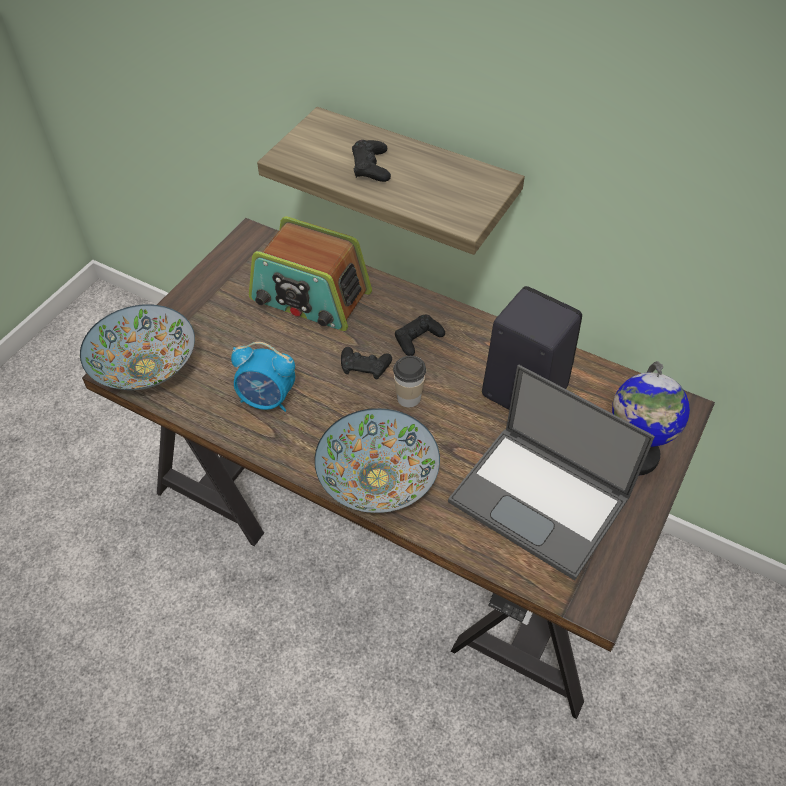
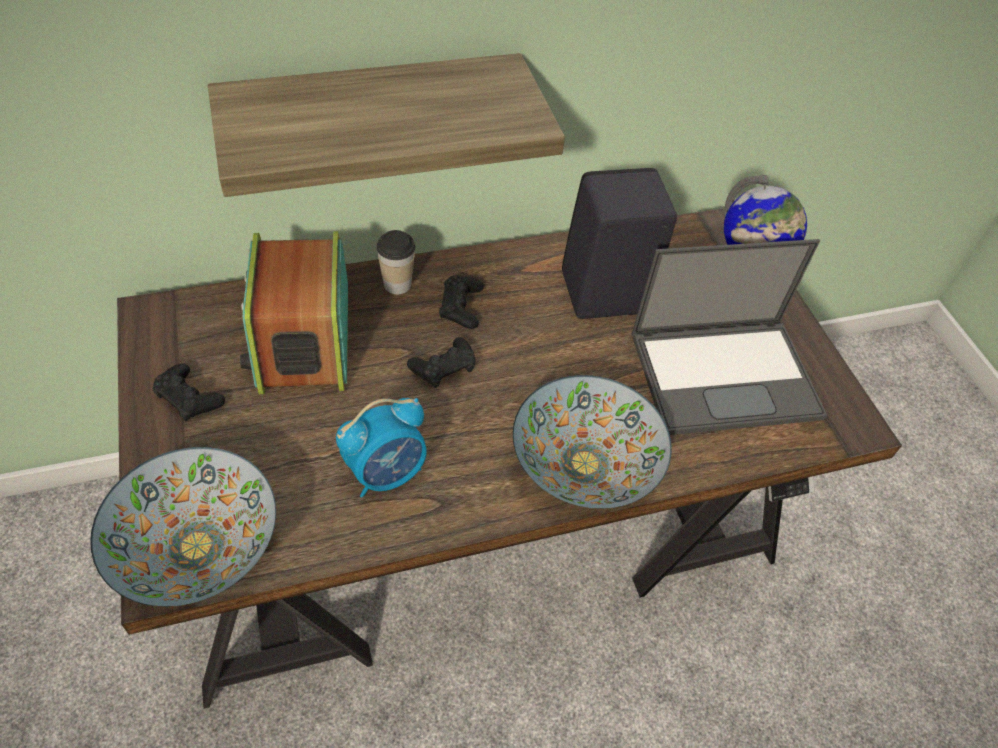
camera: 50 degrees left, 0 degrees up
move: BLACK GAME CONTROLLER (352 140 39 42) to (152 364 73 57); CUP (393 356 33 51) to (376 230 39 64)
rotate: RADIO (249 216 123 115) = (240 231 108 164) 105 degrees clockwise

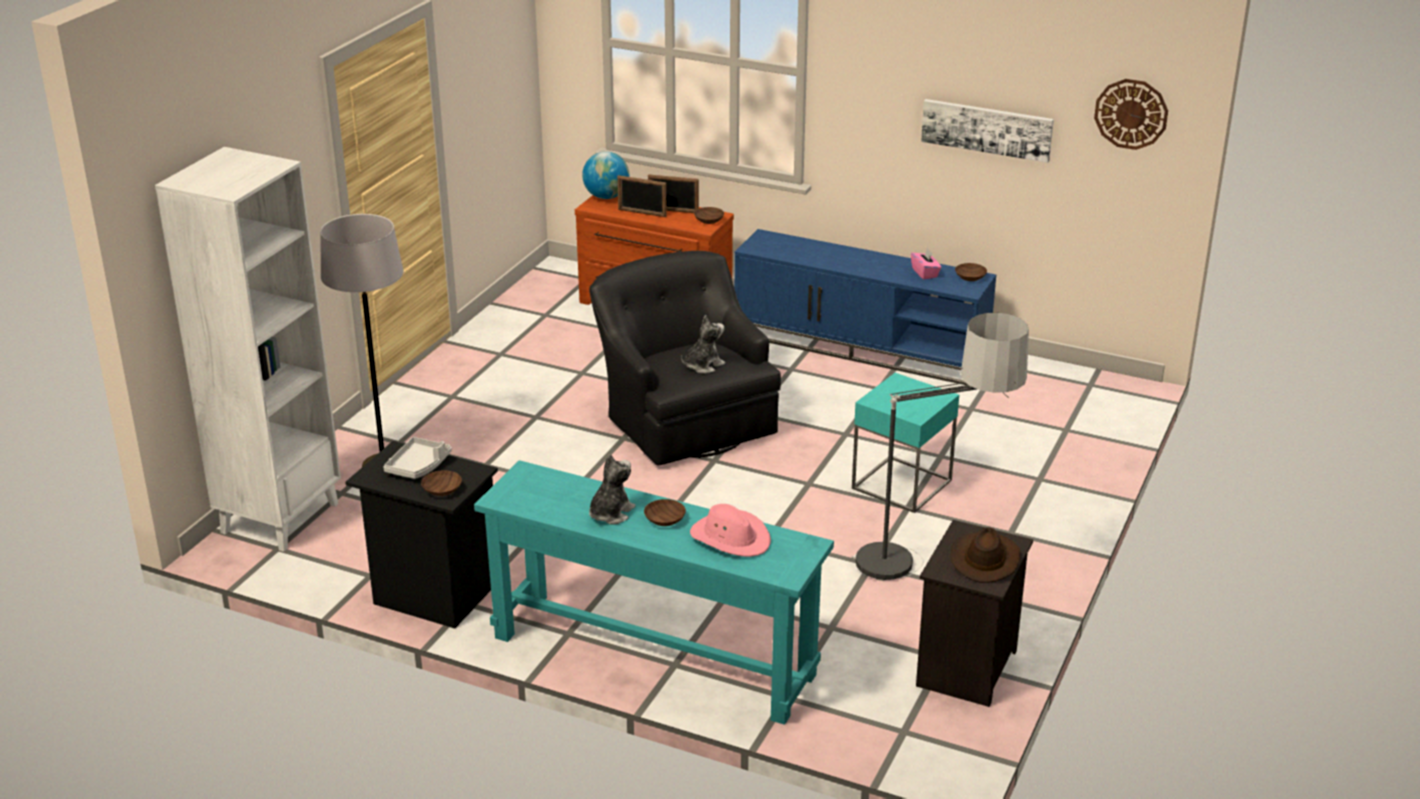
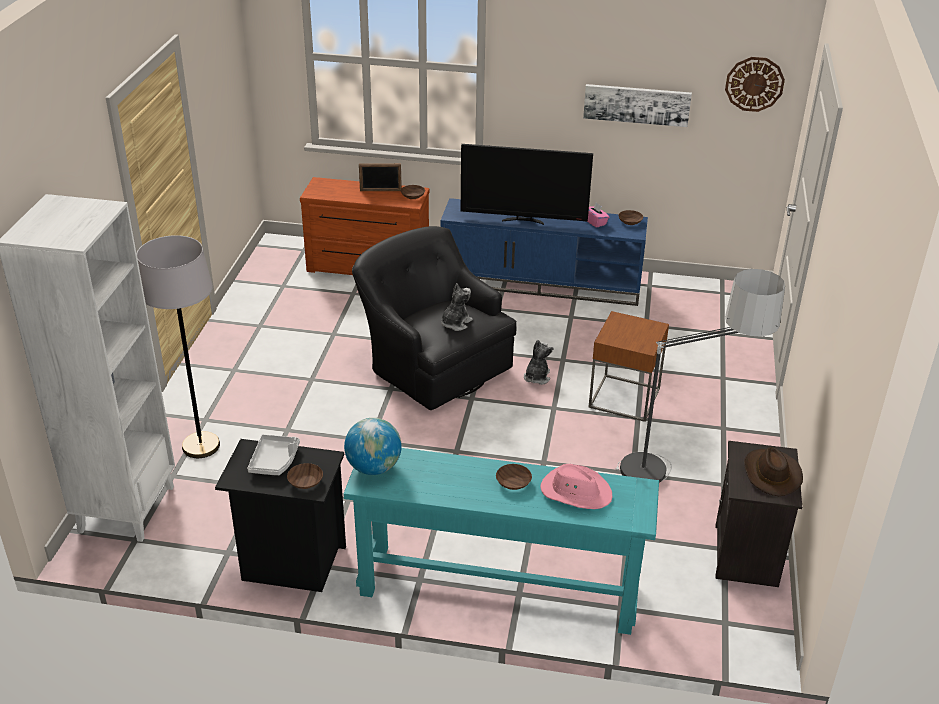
camera: 15 degrees left, 5 degrees up
delete: PICTURE FRAME (617 175 50 42)
insert: TELEVISION (461 144 132 81)
move: GLOBE (582 151 47 48) to (344 418 58 57); PLUSH TOY (589 454 46 71) to (524 340 30 45)
recolor: TURQUOISE SIDE TABLE (852 373 107 140) to BROWN SIDE TABLE (588 311 81 111)

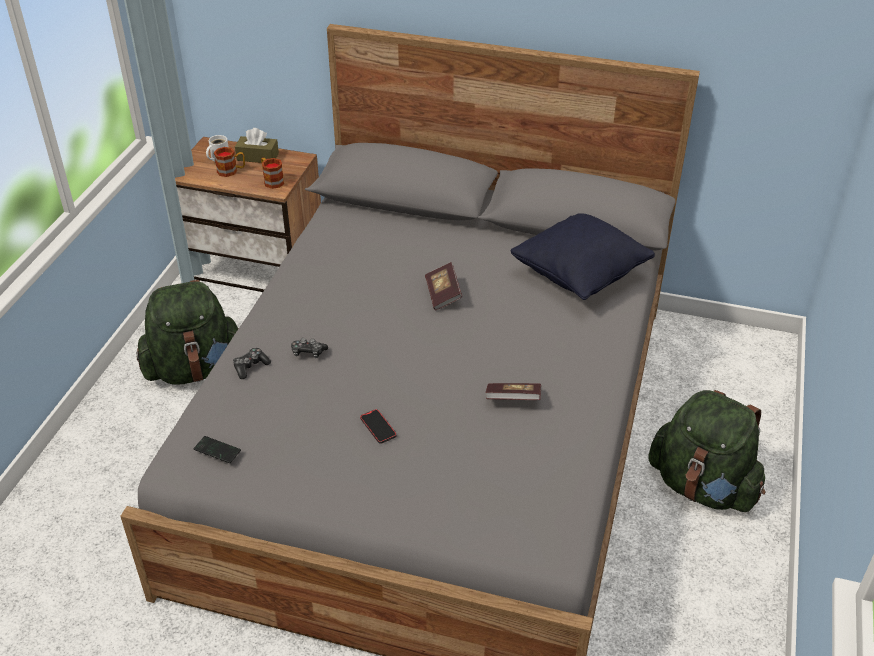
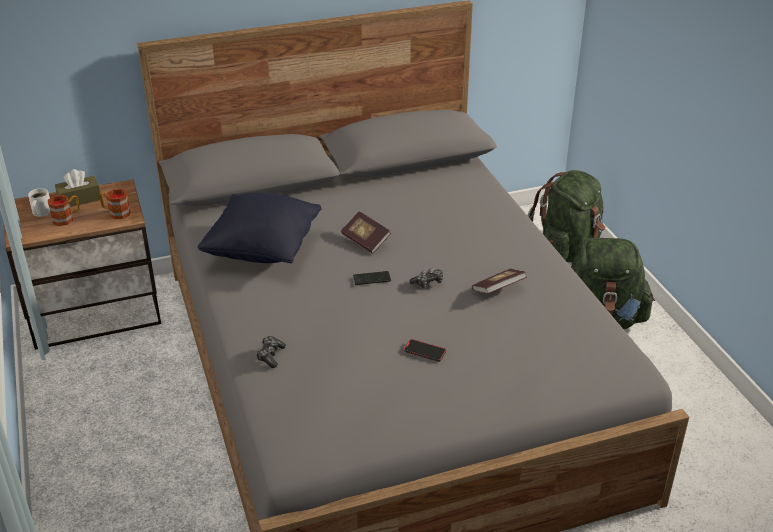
camera: 35 degrees left, 5 degrees down
move: GREEN BACKPACK (136 280 103 105) to (527 170 79 92); PHONE (194 436 47 27) to (353 271 38 14); GAME CONTROLLER (291 338 37 20) to (410 268 33 20); BLACK PILLOW (510 214 145 86) to (198 193 123 70)

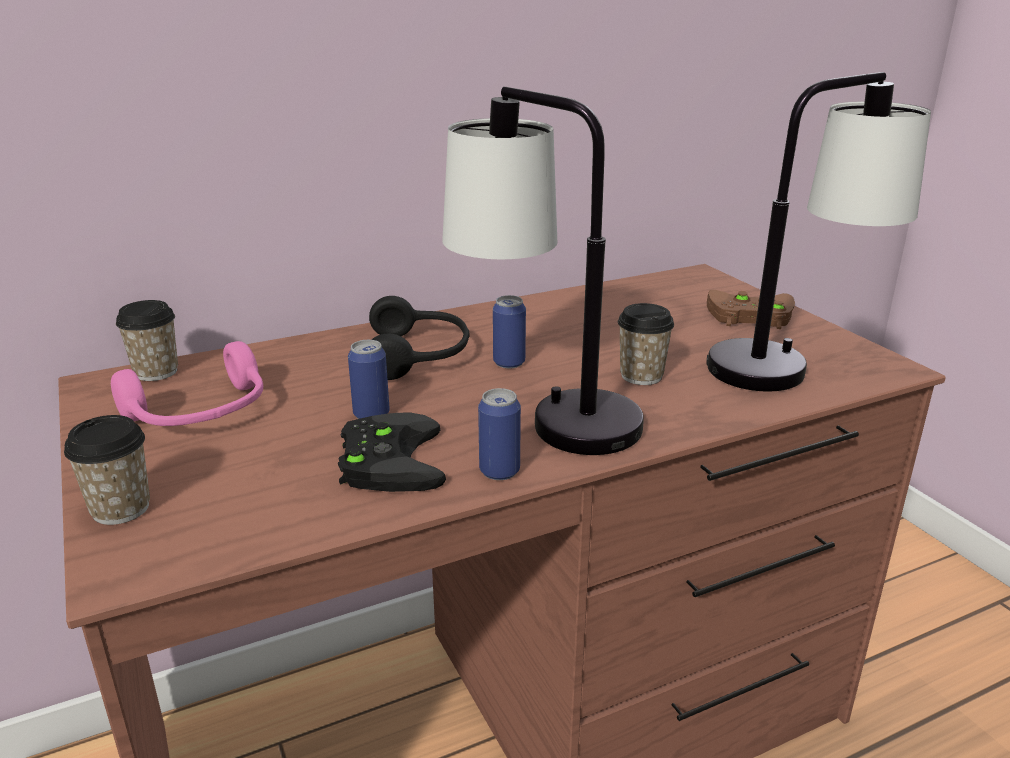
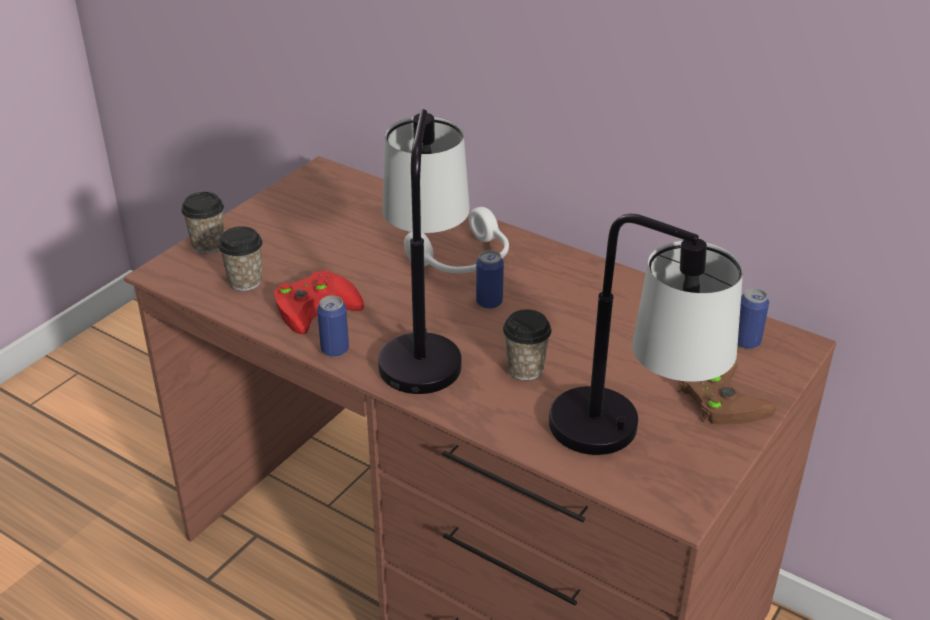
camera: 60 degrees right, 10 degrees up
delete: PINK HEADPHONES (111 341 152 85)
move: CUP (116 300 62 81) to (218 226 45 65); CAN (348 340 42 79) to (738 288 31 61)
recolor: BLACK GAME CONTROLLER (338 413 108 79) to RED GAME CONTROLLER (274 270 90 64); BLACK HEADPHONES (369 296 101 84) to WHITE HEADPHONES (404 207 105 66)

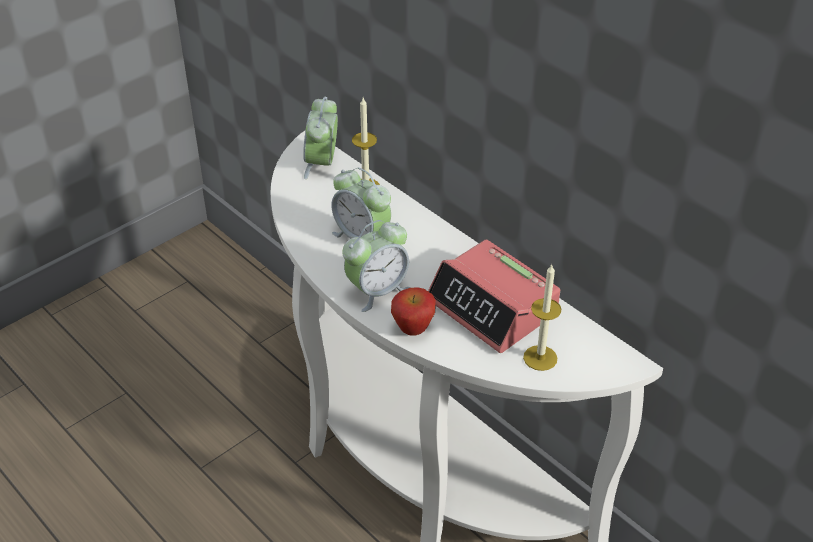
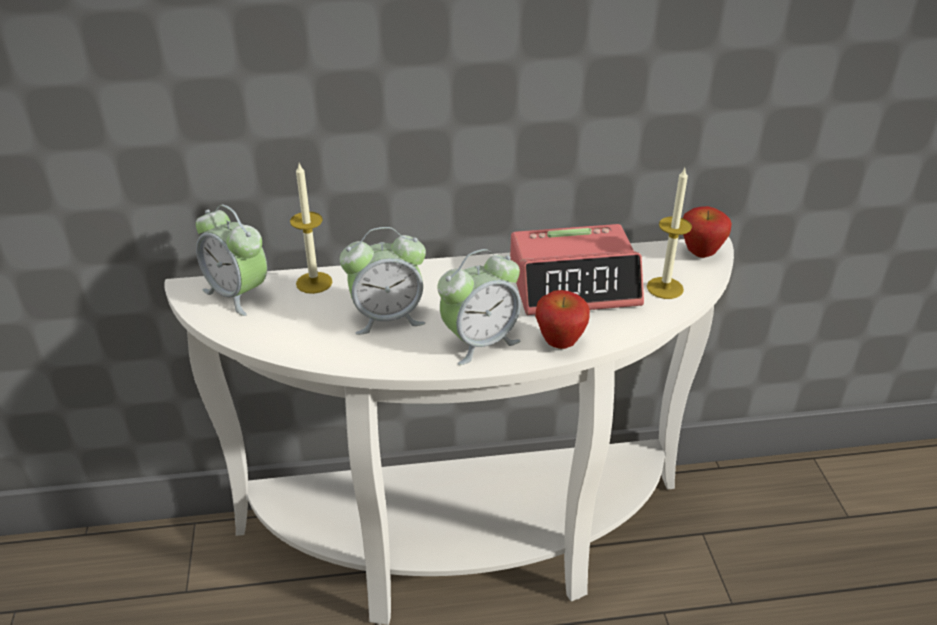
camera: 55 degrees left, 5 degrees down
insert: APPLE (683 206 49 52)
rotate: ALARM CLOCK (342 220 68 92) = (438 249 83 116) 60 degrees clockwise

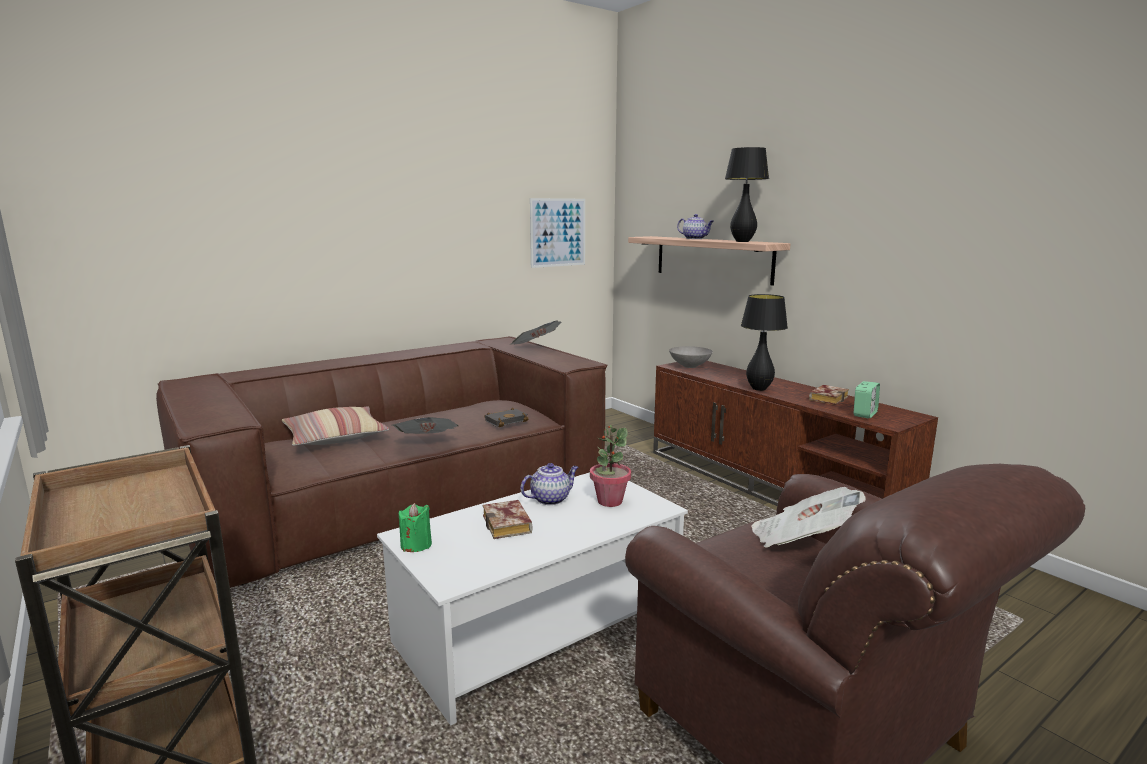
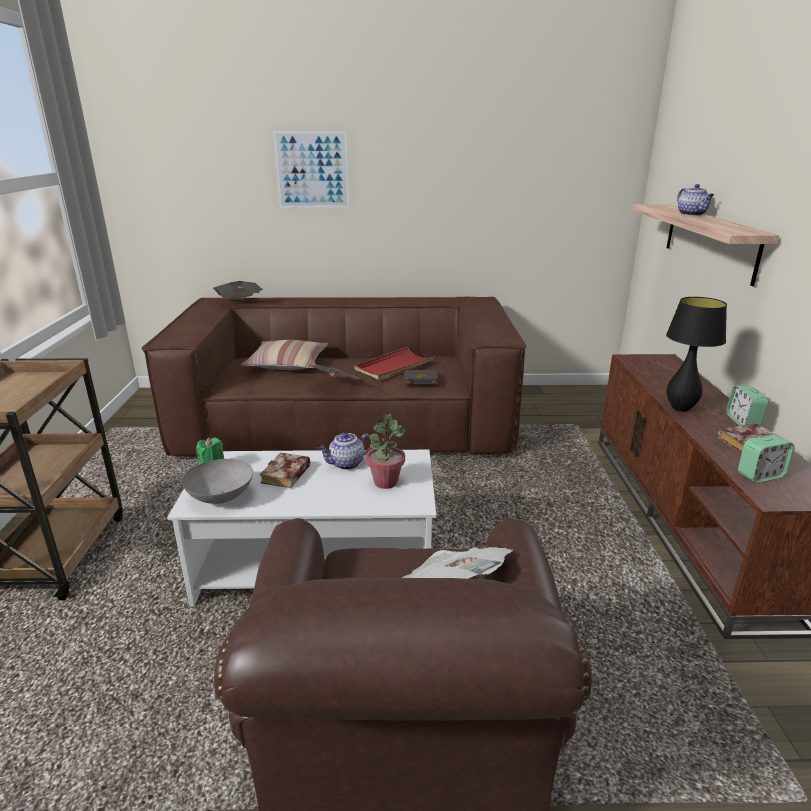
camera: 35 degrees right, 10 degrees up
delete: BLACK TABLE LAMP (725 147 44 95)
insert: RED TRAY (354 346 82 35); ALARM CLOCK (726 386 42 40)
move: NEWSPAPER (510 320 52 25) to (213 281 49 17); PICTURE (530 198 55 70) to (273 131 77 77); GREY BOWL (669 346 44 22) to (182 459 71 45)
rotate: TEAPOT (521 463 57 42) = (317 432 55 38) 150 degrees clockwise

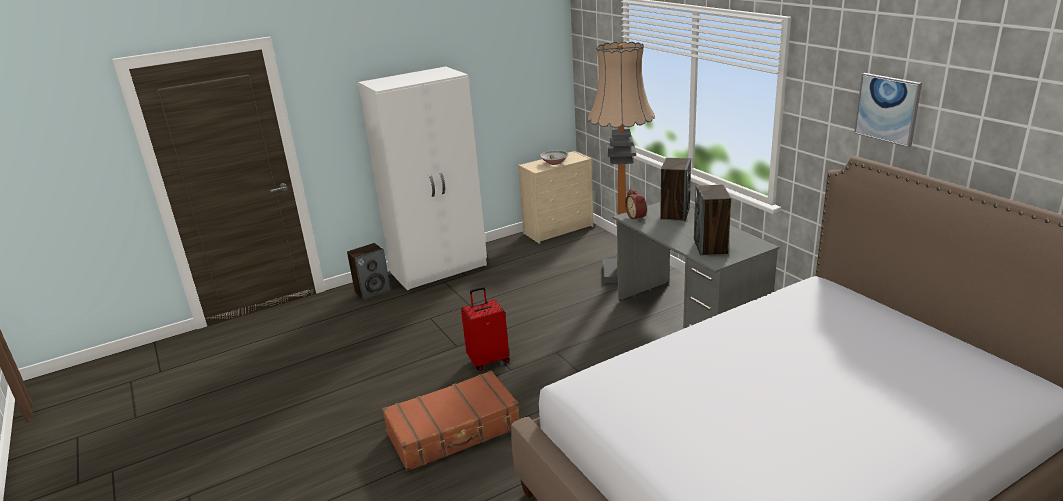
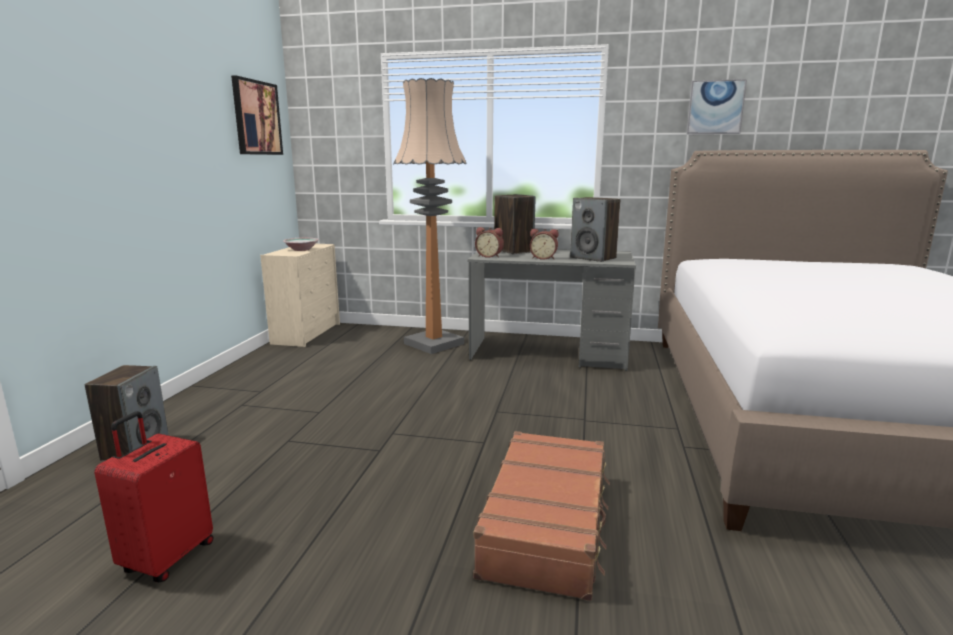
camera: 50 degrees left, 10 degrees down
delete: WHITE WARDROBE (358 66 129 224)
insert: PICTURE (231 76 52 79); ALARM CLOCK (530 229 29 31)
move: RED SUITCASE (461 287 49 83) to (94 411 119 171)

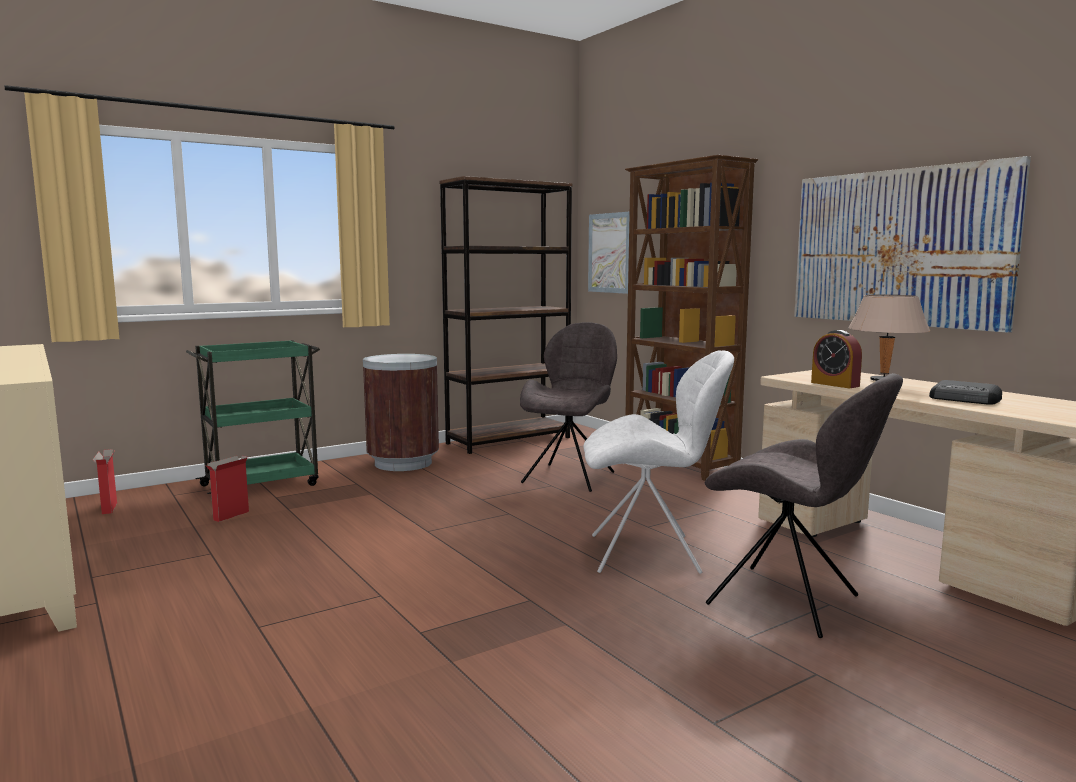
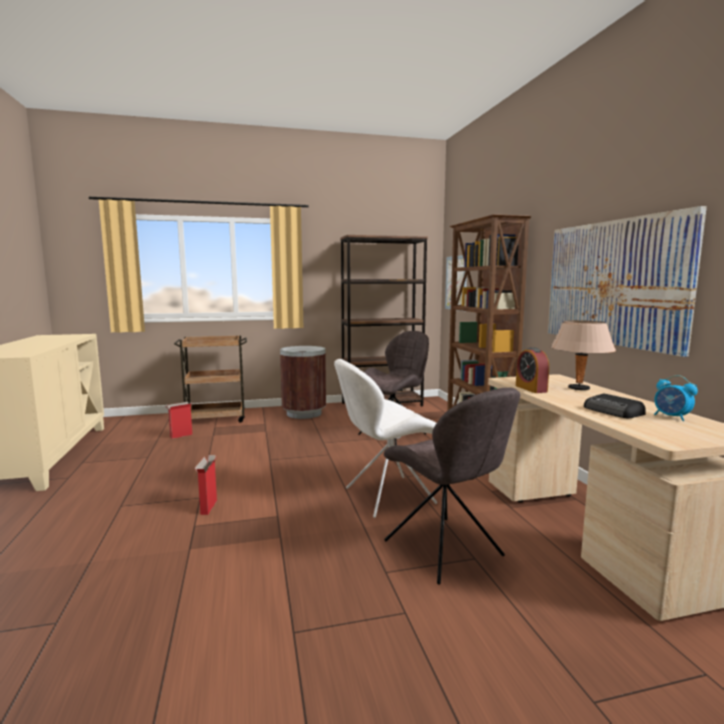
camera: 20 degrees right, 0 degrees up
insert: ALARM CLOCK (654 375 44 46)
move: CARDBOARD BOX (92 449 25 65) to (195 455 22 60)
recolor: GREEN CART (186 340 134 154) to BROWN CART (174 335 73 88)
rotate: WHITE CHAIR (584 350 150 224) = (334 359 103 159) 135 degrees clockwise

